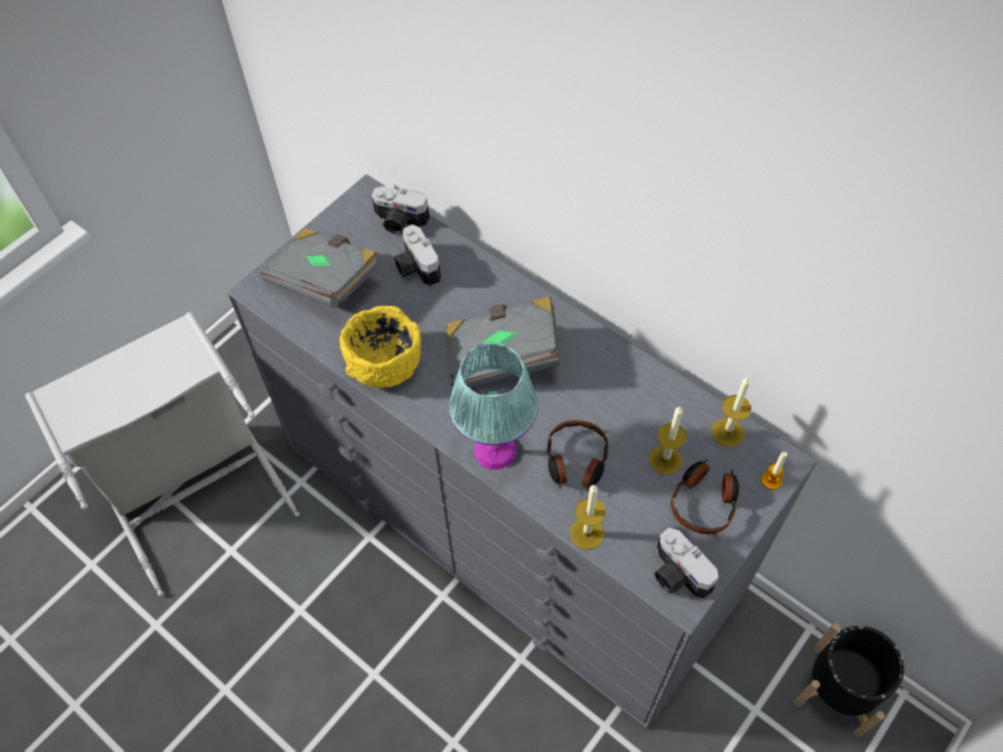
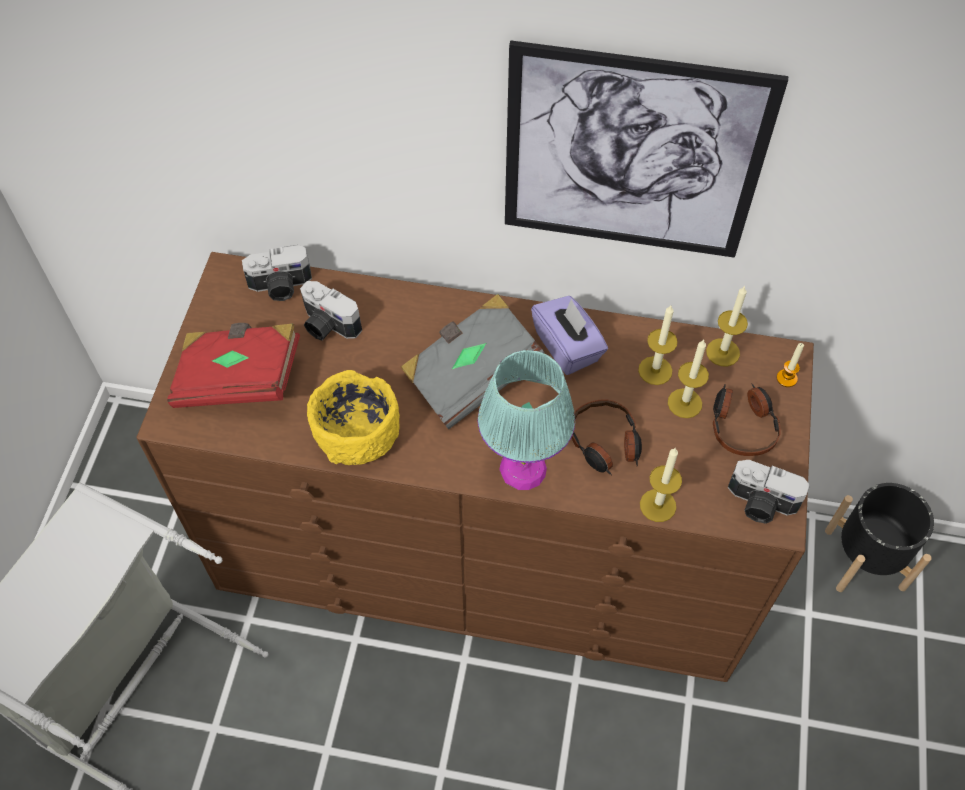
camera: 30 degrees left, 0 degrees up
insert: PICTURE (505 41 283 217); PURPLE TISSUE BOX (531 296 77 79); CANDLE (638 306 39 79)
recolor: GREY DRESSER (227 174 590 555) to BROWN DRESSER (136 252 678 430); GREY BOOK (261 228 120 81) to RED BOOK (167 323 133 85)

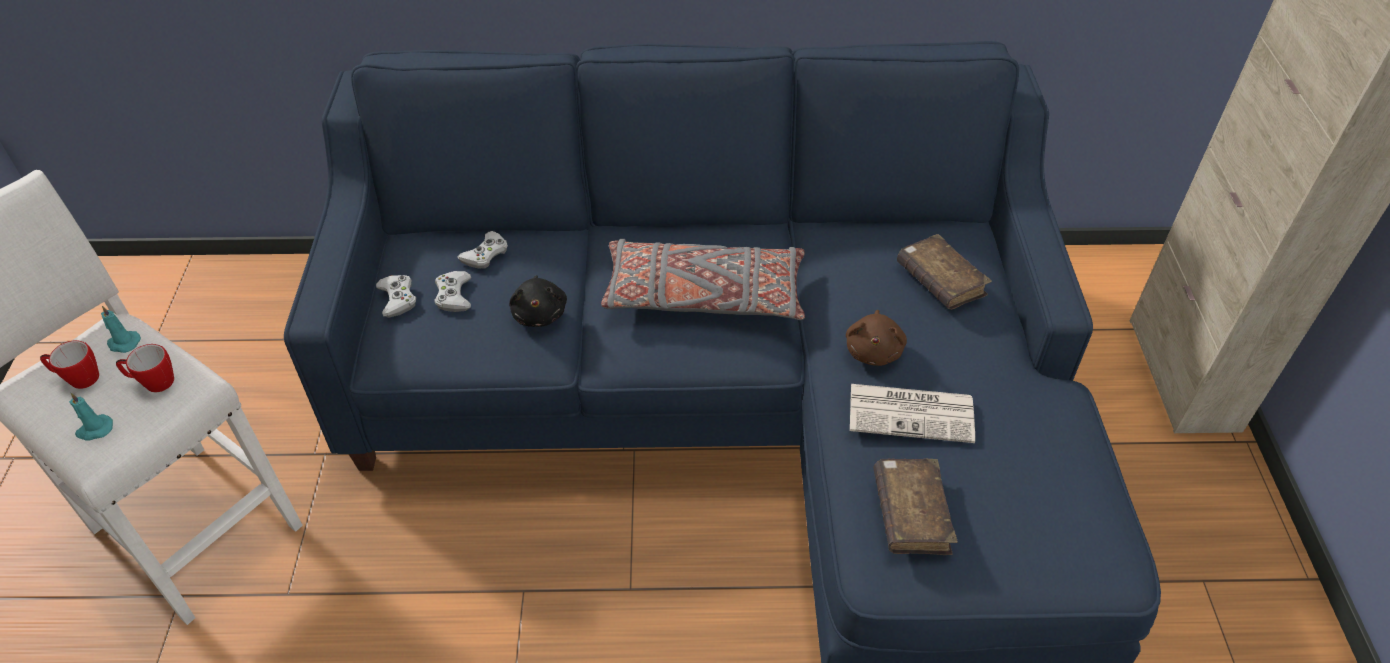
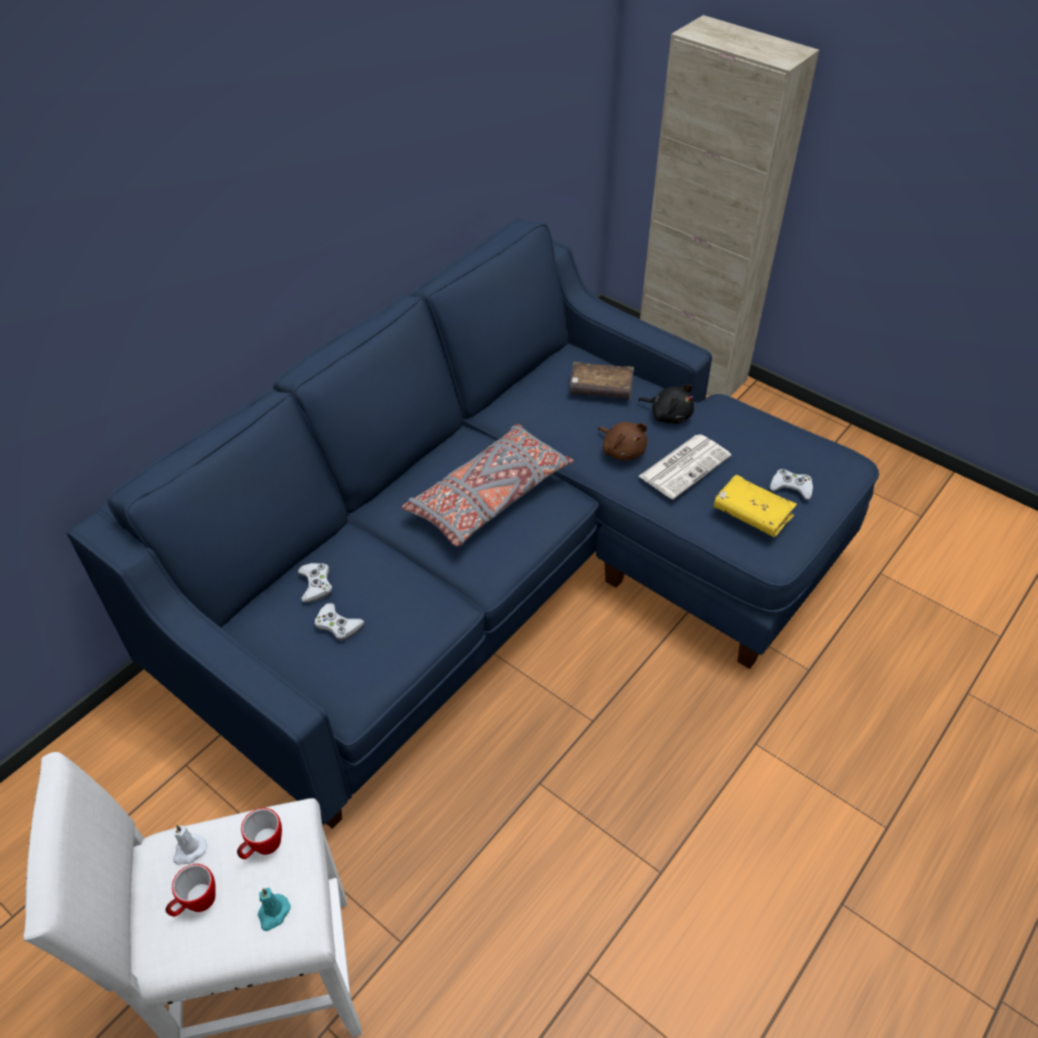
camera: 50 degrees left, 0 degrees up
move: WHITE GAME CONTROLLER (376 275 40 43) to (770 469 43 31); BLACK PLUSH TOY (509 275 58 52) to (638 385 56 39)
recolor: TURQUOISE CANDLE (101 306 40 47) to WHITE CANDLE (173 825 34 40); BROWN BOOK (873 459 85 96) to YELLOW BOOK (714 475 83 62)

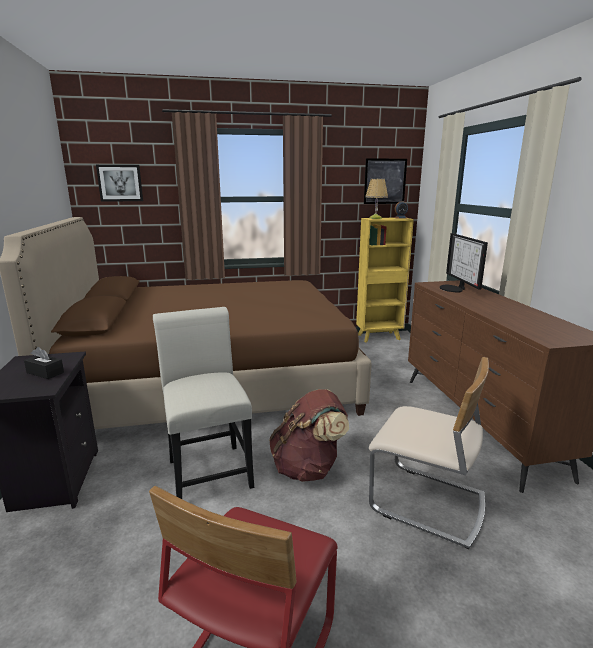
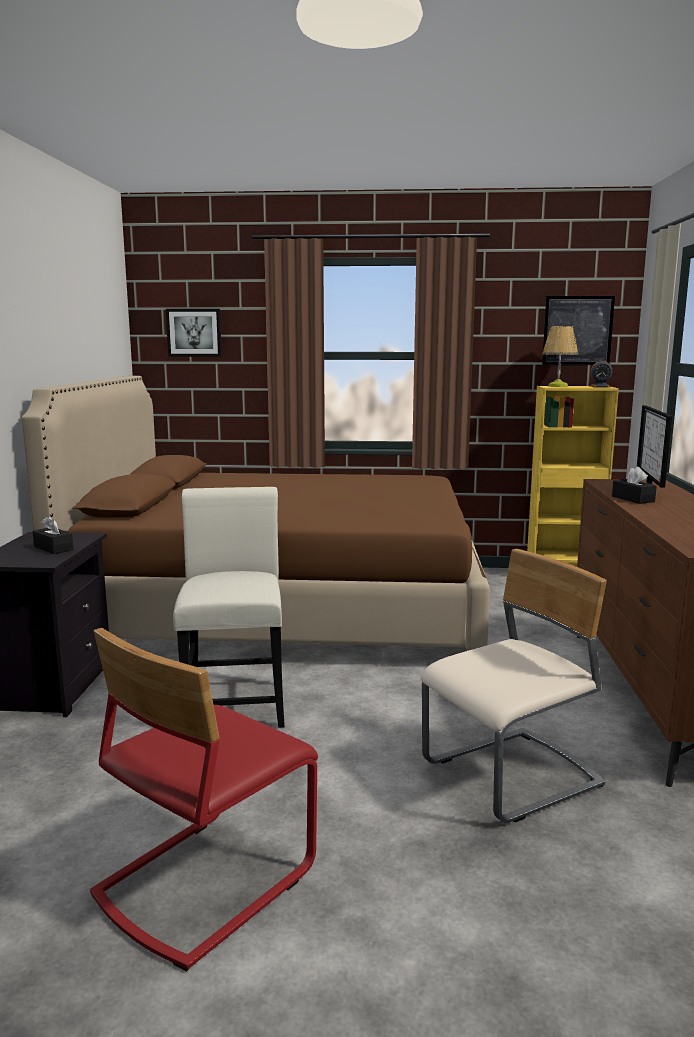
camera: 15 degrees right, 5 degrees down
delete: BROWN BACKPACK (269 389 80 93)
insert: BLACK TISSUE BOX (612 467 45 37)
rotate: BEIGE CHAIR (369 357 120 193) = (421 549 186 274) 75 degrees counterclockwise

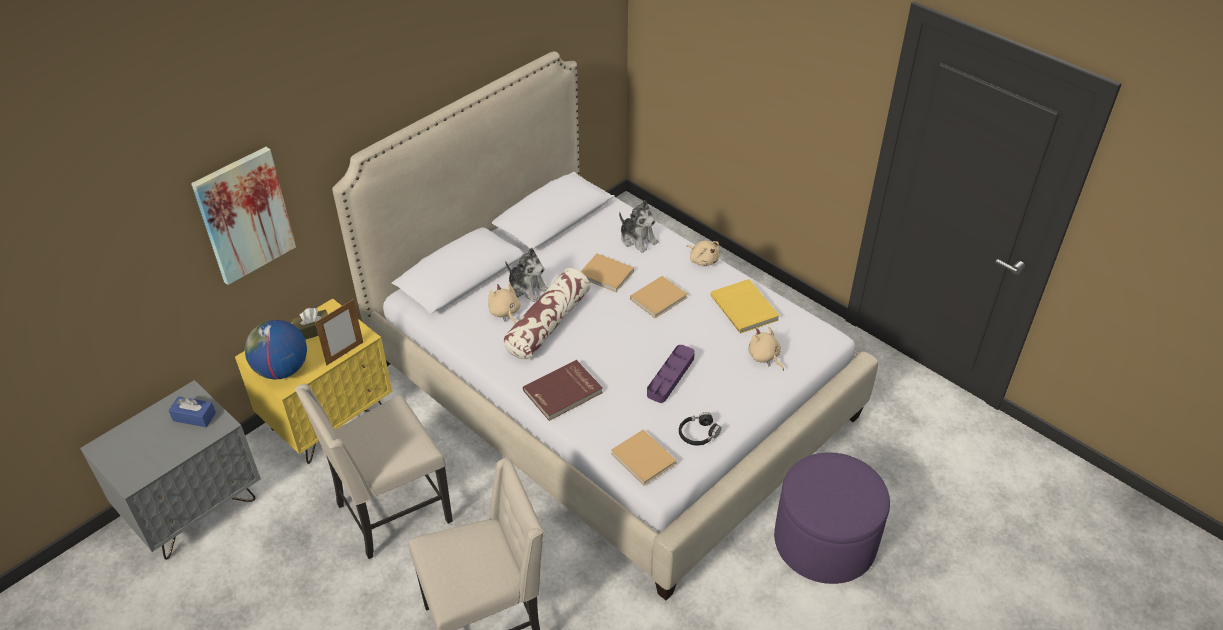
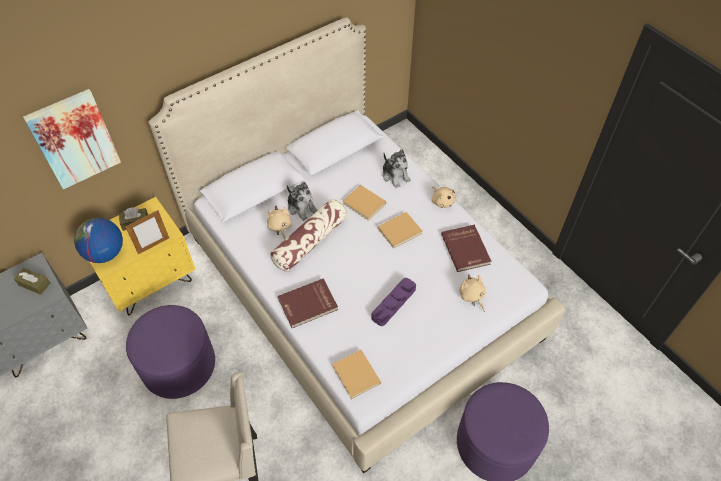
camera: 10 degrees right, 10 degrees up
delete: BLACK HEADPHONES (679 412 43 33)
replace: BEIGE CHAIR (295 384 158 175) to PURPLE OTTOMAN (126 305 89 94)
recolor: BLUE TISSUE BOX (168 396 48 31) to BROWN TISSUE BOX (14 268 36 27); YELLOW BOOK (711 279 69 55) to RED BOOK (441 225 50 47)

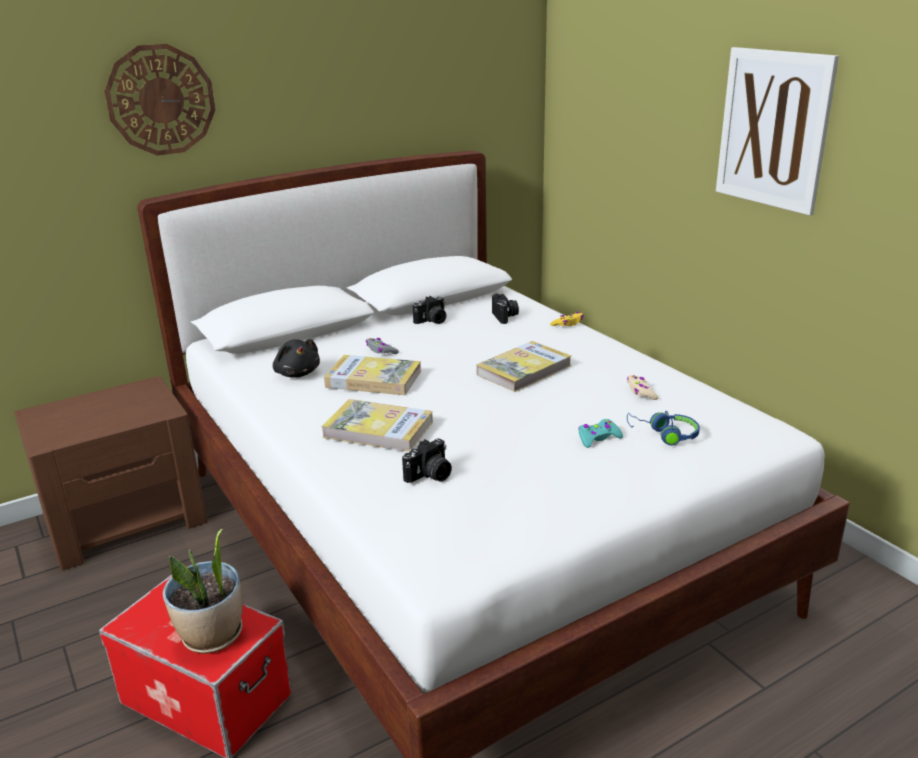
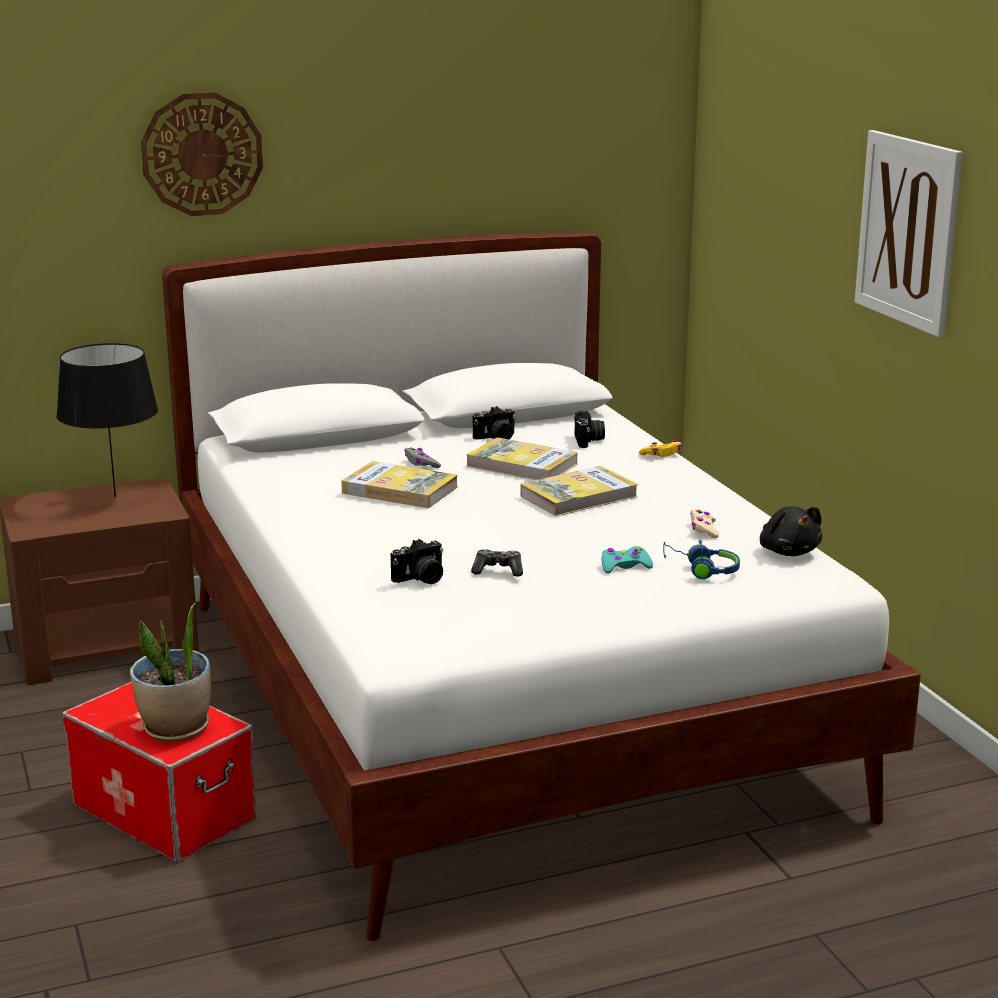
camera: 10 degrees right, 5 degrees down
insert: BLACK TABLE LAMP (56 343 102 154); GAME CONTROLLER (471 549 52 28)
move: BLACK PLUSH TOY (273 339 47 39) to (760 506 62 50); BOOK (322 399 111 53) to (466 437 111 43)

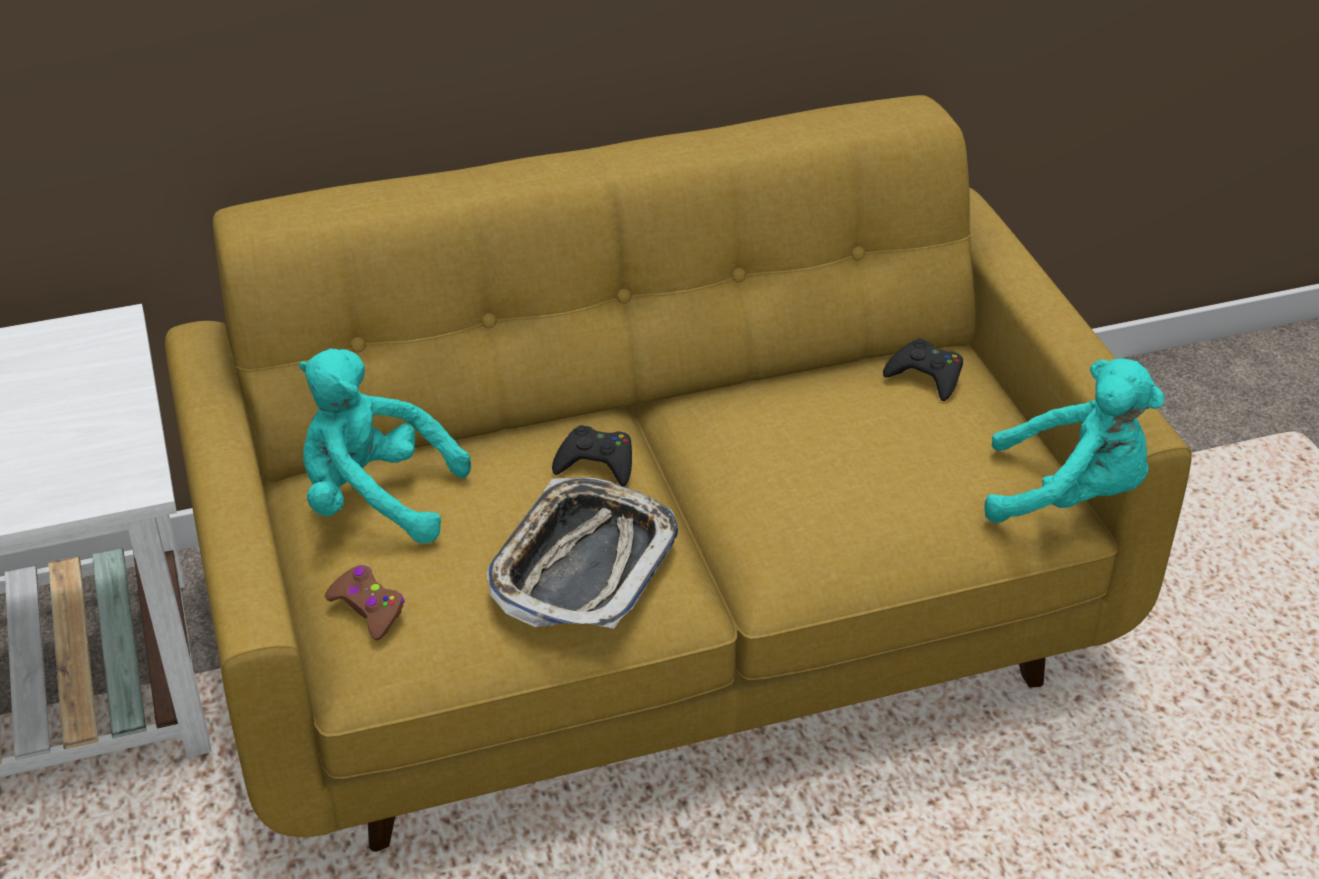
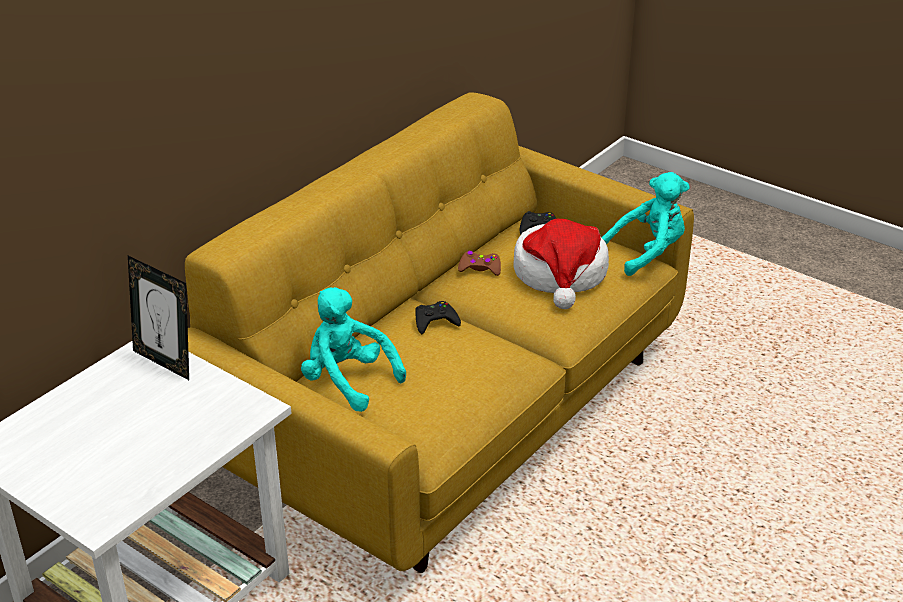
camera: 35 degrees left, 5 degrees down
delete: TRAY (487 478 191 151)
insert: PICTURE FRAME (128 256 61 124); HAT (513 219 96 90)
move: BROWN GAME CONTROLLER (325 565 80 75) to (458 251 43 25)
rotate: TURQUOISE PLUSH TOY (299 349 172 195) = (301 287 105 125) 60 degrees clockwise

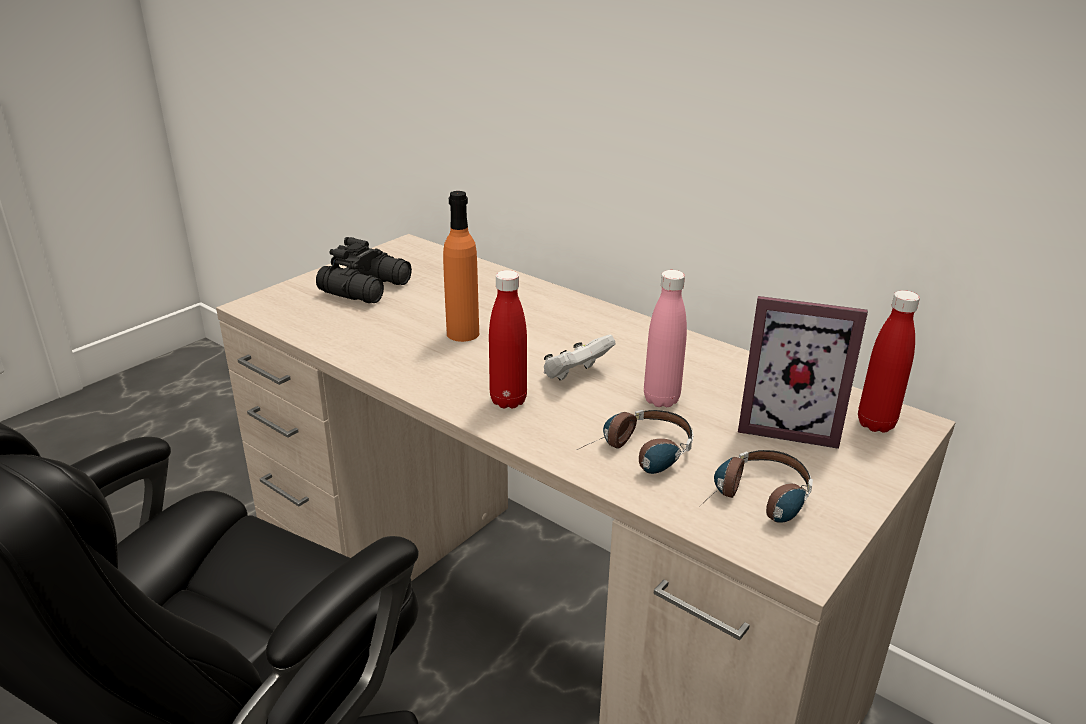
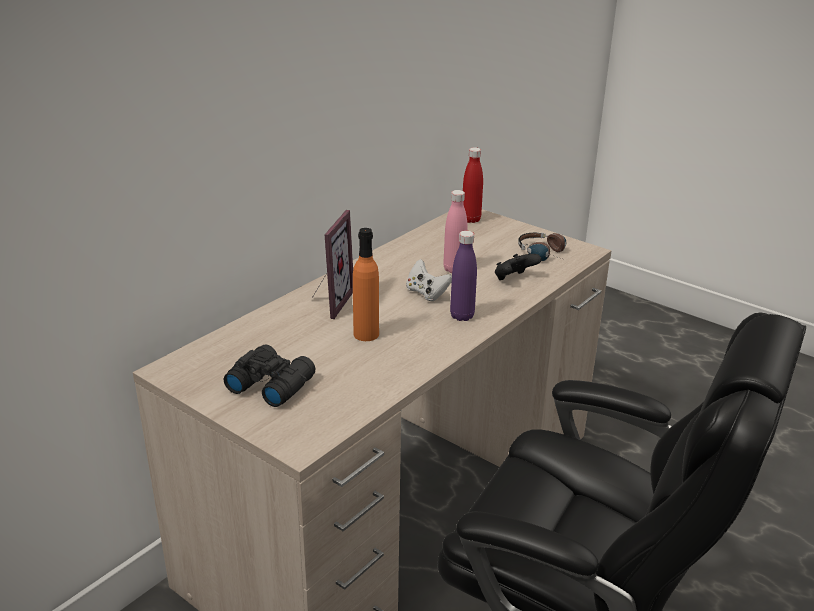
camera: 90 degrees left, 0 degrees up
move: PICTURE FRAME (738 296 130 153) to (312 210 41 109)
replace: HEADPHONES (577 410 117 64) to BLACK GAME CONTROLLER (495 254 47 26)
recolor: RED BOTTLE (489 270 38 138) to PURPLE BOTTLE (450 231 27 90)

